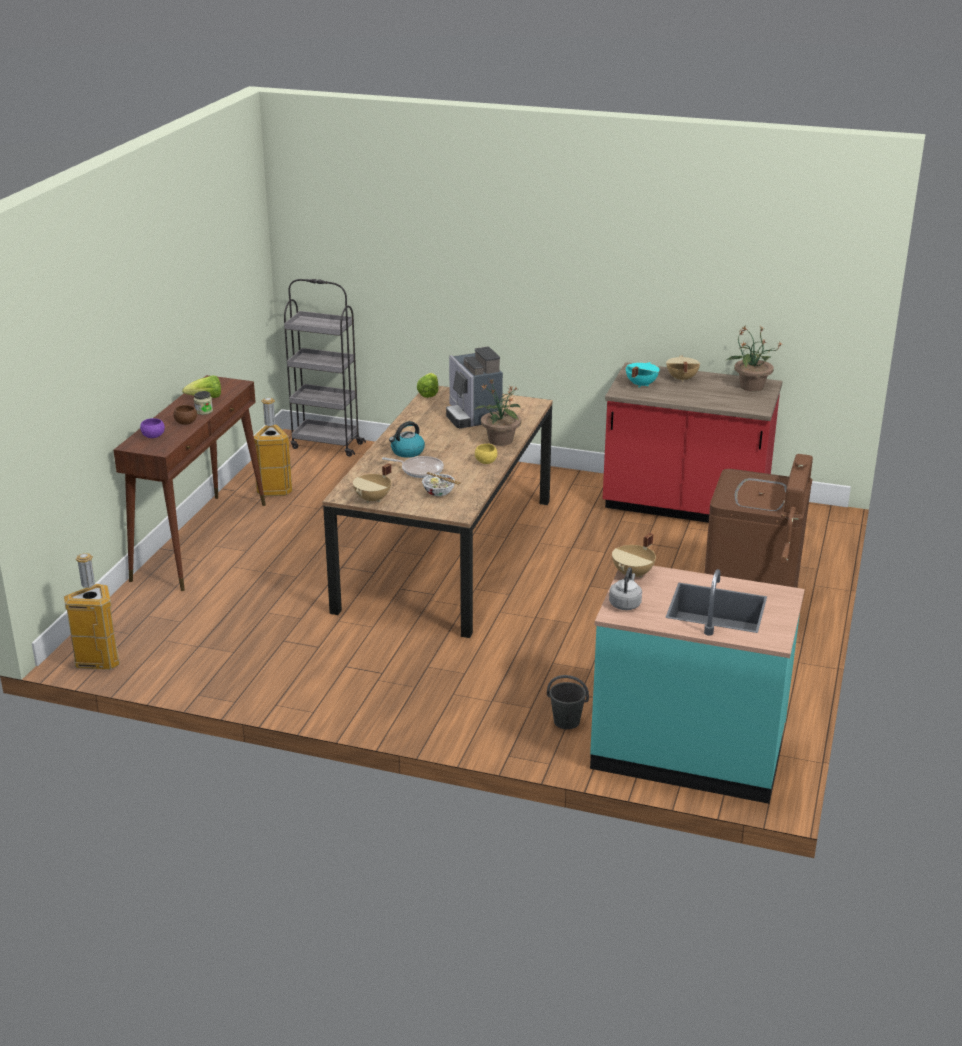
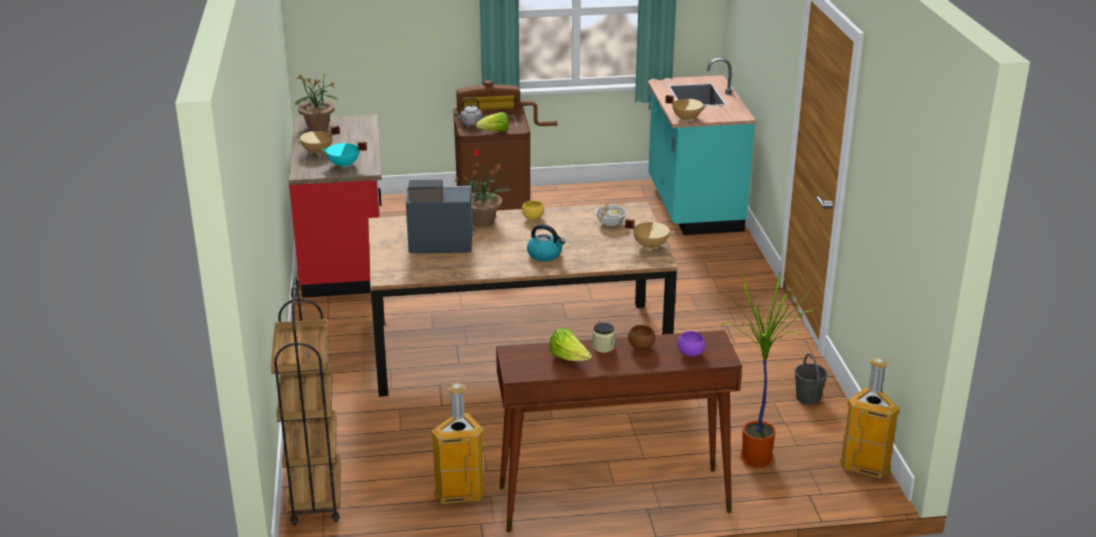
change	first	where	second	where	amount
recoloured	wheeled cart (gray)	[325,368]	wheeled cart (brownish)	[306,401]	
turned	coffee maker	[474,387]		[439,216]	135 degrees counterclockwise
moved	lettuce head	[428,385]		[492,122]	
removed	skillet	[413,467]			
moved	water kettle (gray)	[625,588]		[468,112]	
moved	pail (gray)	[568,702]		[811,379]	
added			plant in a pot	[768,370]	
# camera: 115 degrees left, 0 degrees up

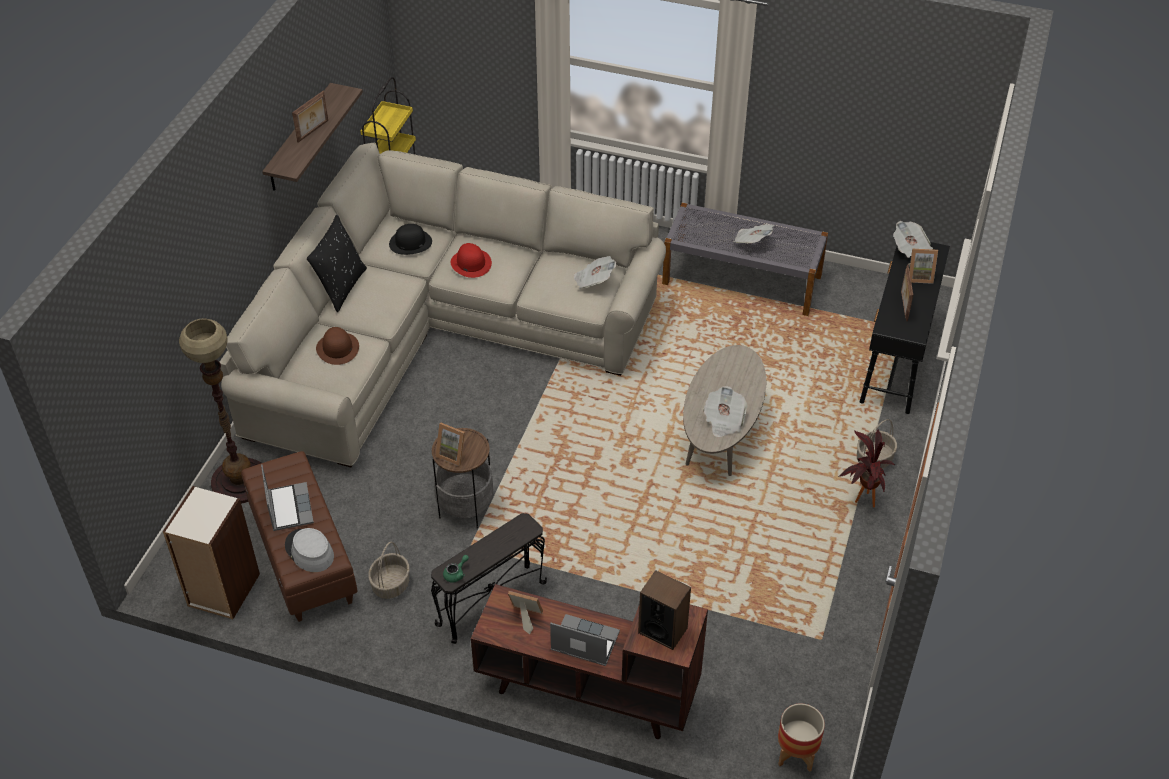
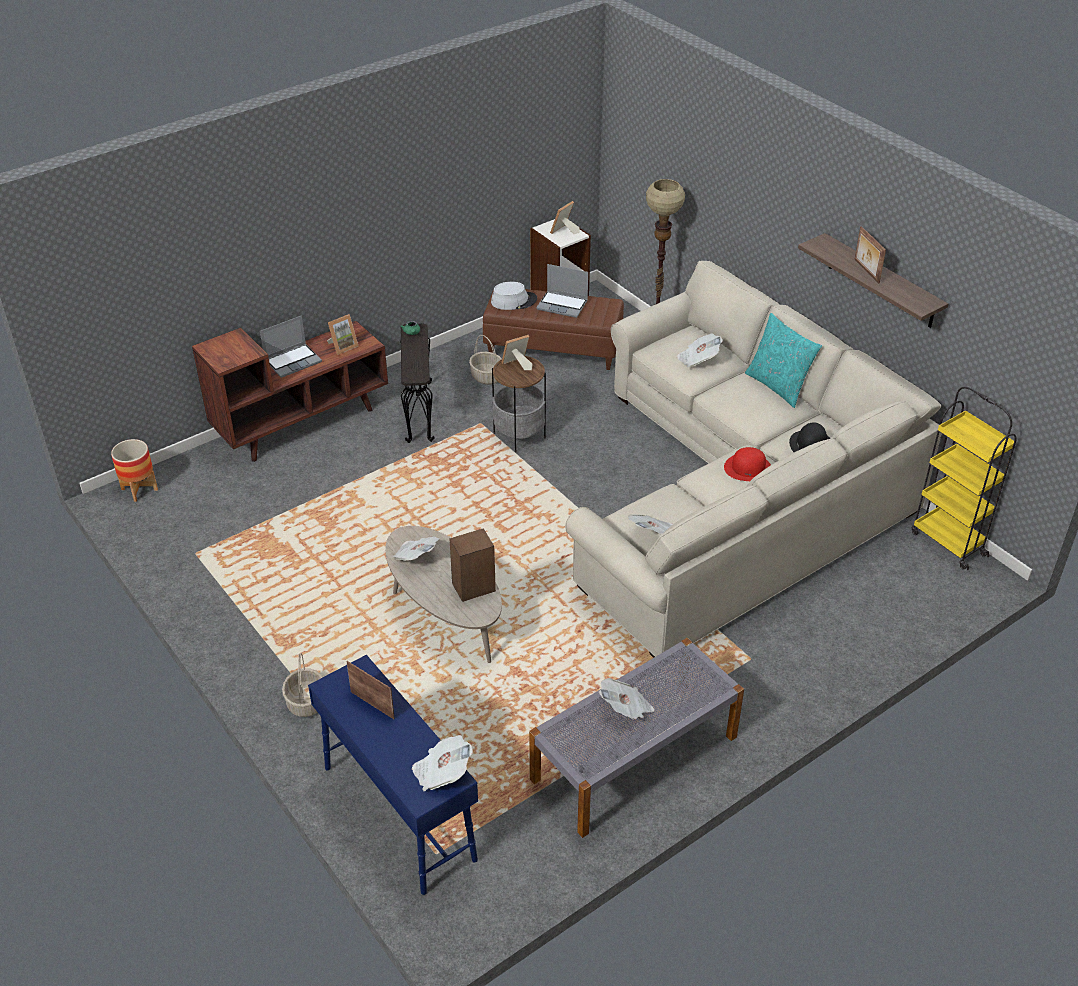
change	first	where	second	where	amount
recoloured	throw pillow (blackish)	[337,263]	throw pillow (turquoise)	[783,360]	
recoloured	narrow table (blackish)	[905,328]	narrow table (blue-coloured)	[393,775]	
moved	standing frame	[923,266]		[564,217]	
replaced	clothing hat (brownish)	[337,346]	daily paper	[700,350]	
removed	plant in a pot	[867,468]			
moved	audio speaker	[664,610]		[472,565]	
# camera: 125 degrees right, 5 degrees down

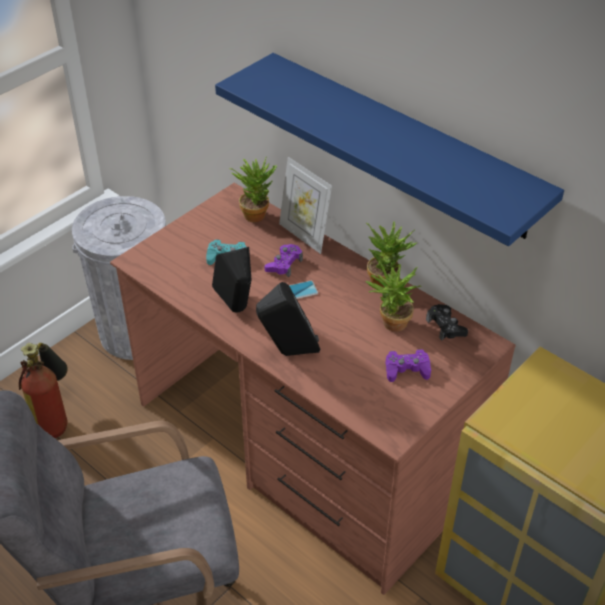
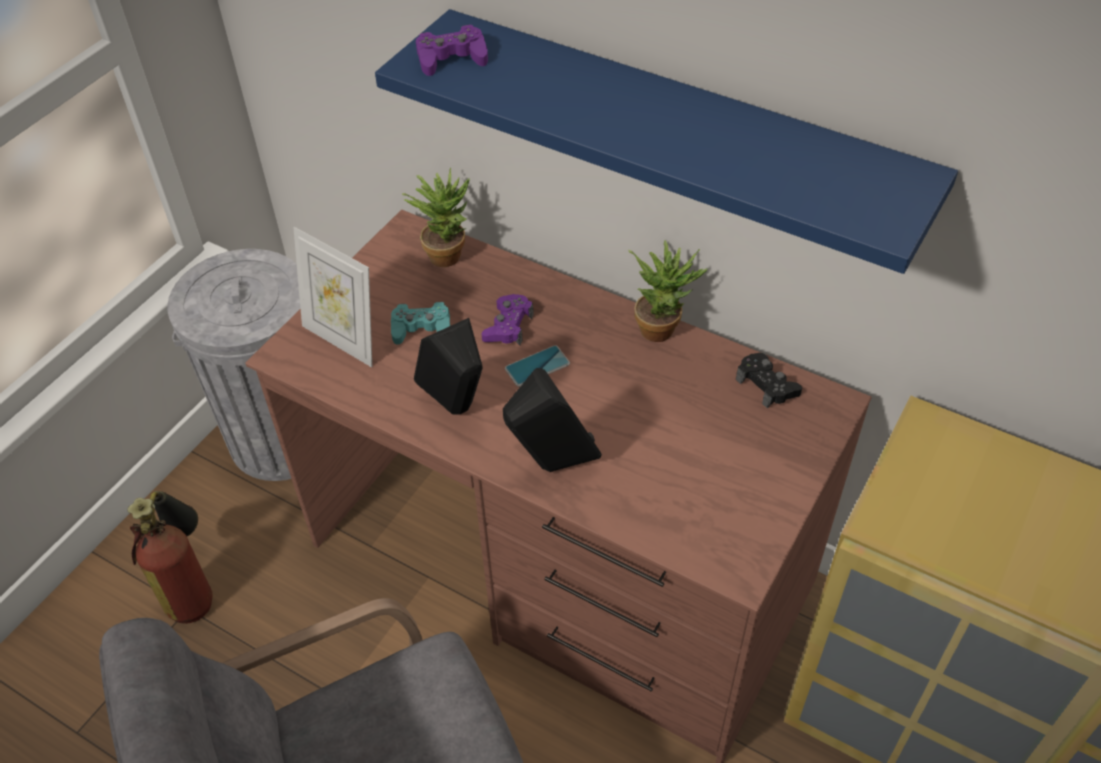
change	first	where	second	where	amount
moved	standing frame	[305,205]		[332,297]	
removed	plant in a pot	[394,296]			
moved	game controller (purple-coloured)	[408,365]		[452,50]	
# camera: 10 degrees left, 5 degrees up

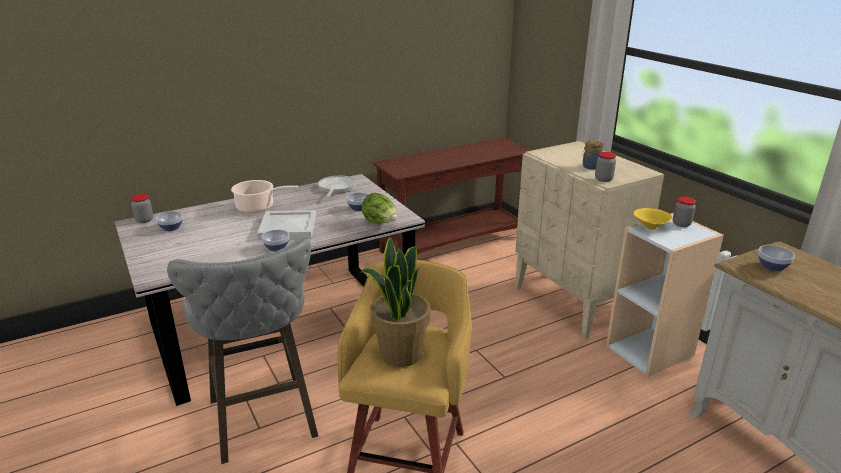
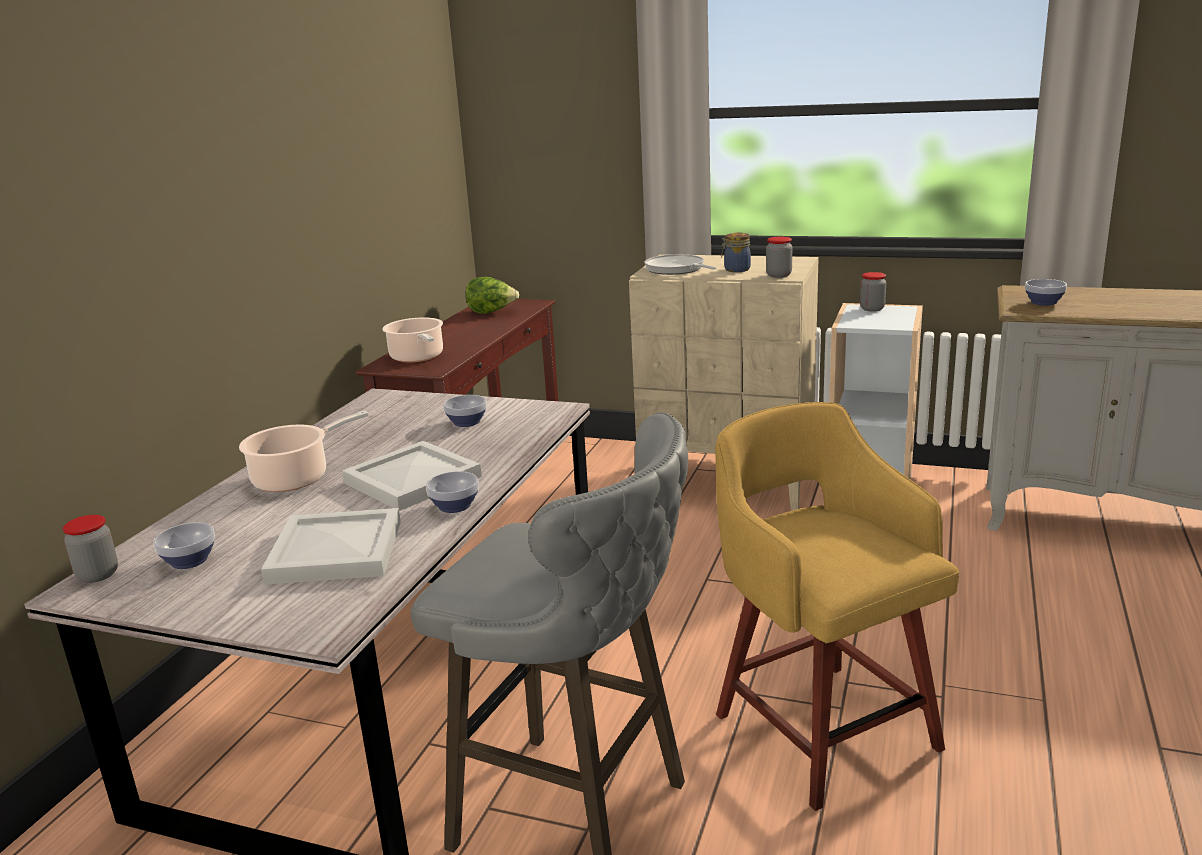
change	first	where	second	where	amount
moved	skillet	[337,187]		[680,264]	
moved	lettuce head	[379,208]		[492,295]	
removed	serving bowl (yellow)	[652,219]			
removed	plant in a pot	[395,302]			
added			saucepot	[412,339]	
added			serving tray (white-coloured)	[331,546]	
# camera: 40 degrees left, 5 degrees down

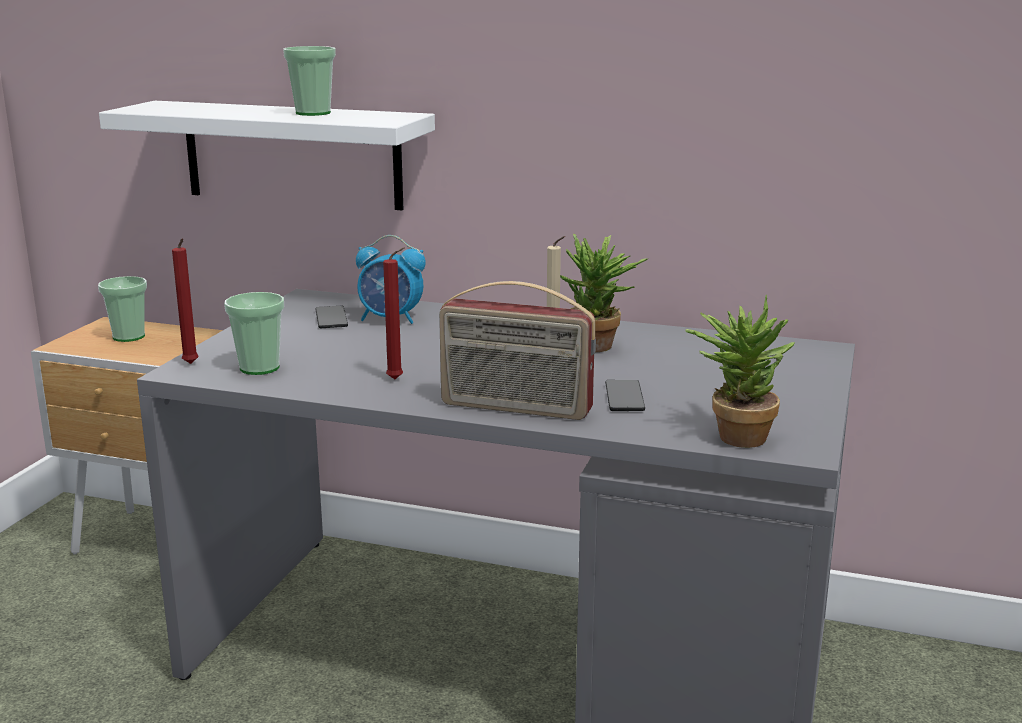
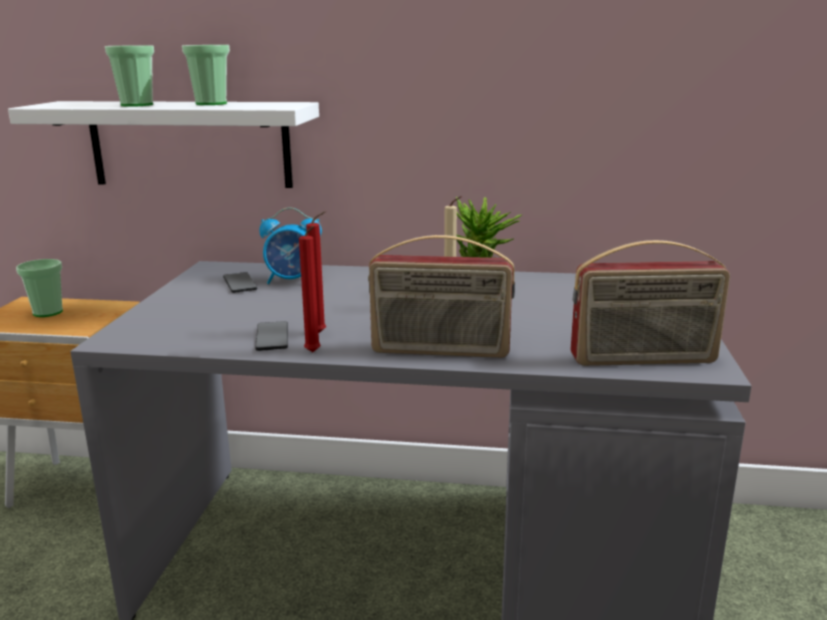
change	first	where	second	where	amount
moved	candle (red-coloured)	[185,301]		[310,289]	
moved	cup	[254,333]		[129,76]	
replaced	plant in a pot	[740,371]	radio receiver	[650,303]	
moved	handset	[625,395]		[271,336]	
# camera: 10 degrees left, 0 degrees up

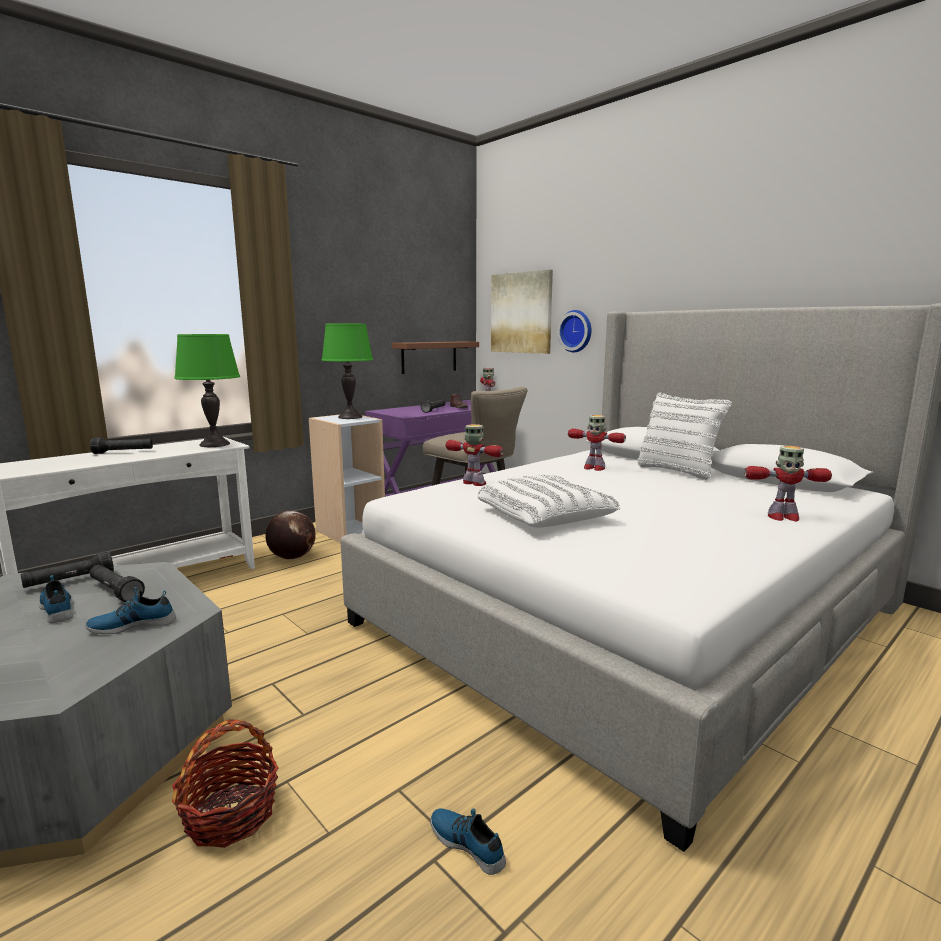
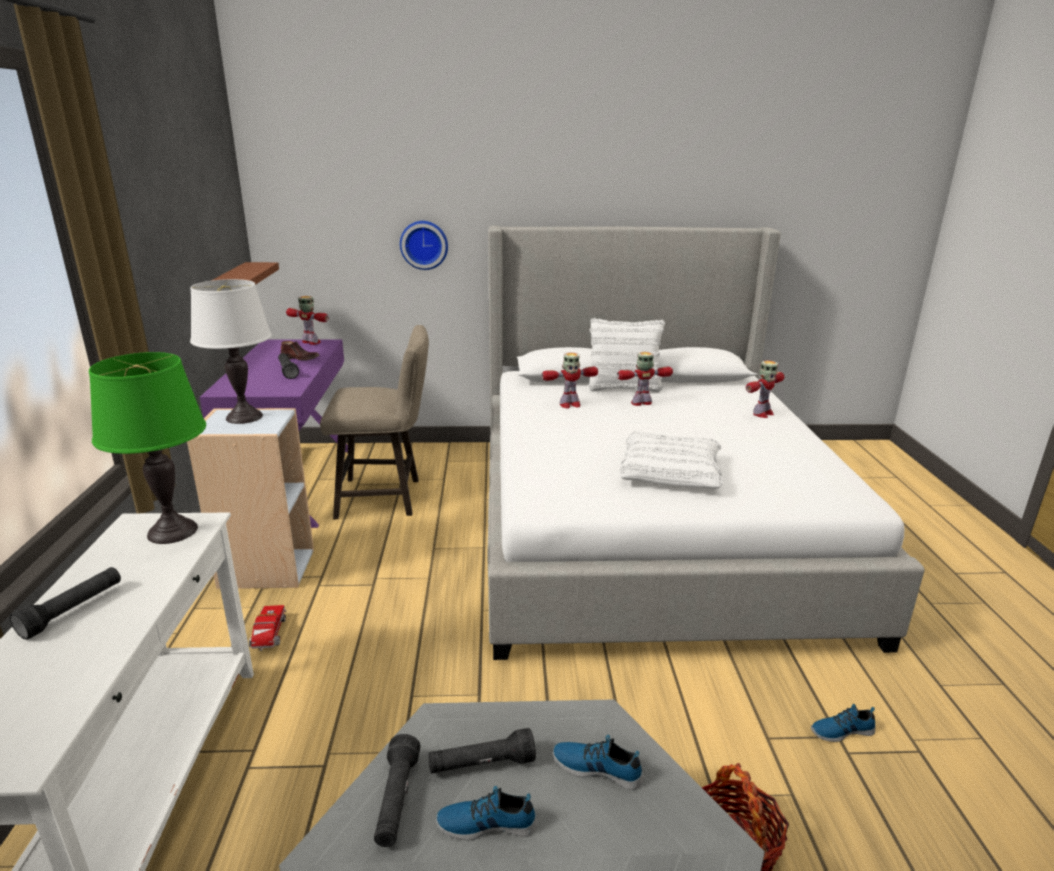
change	first	where	second	where	amount
removed	picture	[522,311]			
recoloured	lamp for a table (green)	[347,371]	lamp for a table (white-coloured)	[231,351]	
moved	robot figure	[474,455]		[645,379]	
replaced	world globe	[290,535]	model truck	[267,628]	
turned	low shoe	[131,610]		[598,762]	90 degrees clockwise
# camera: 50 degrees left, 10 degrees up

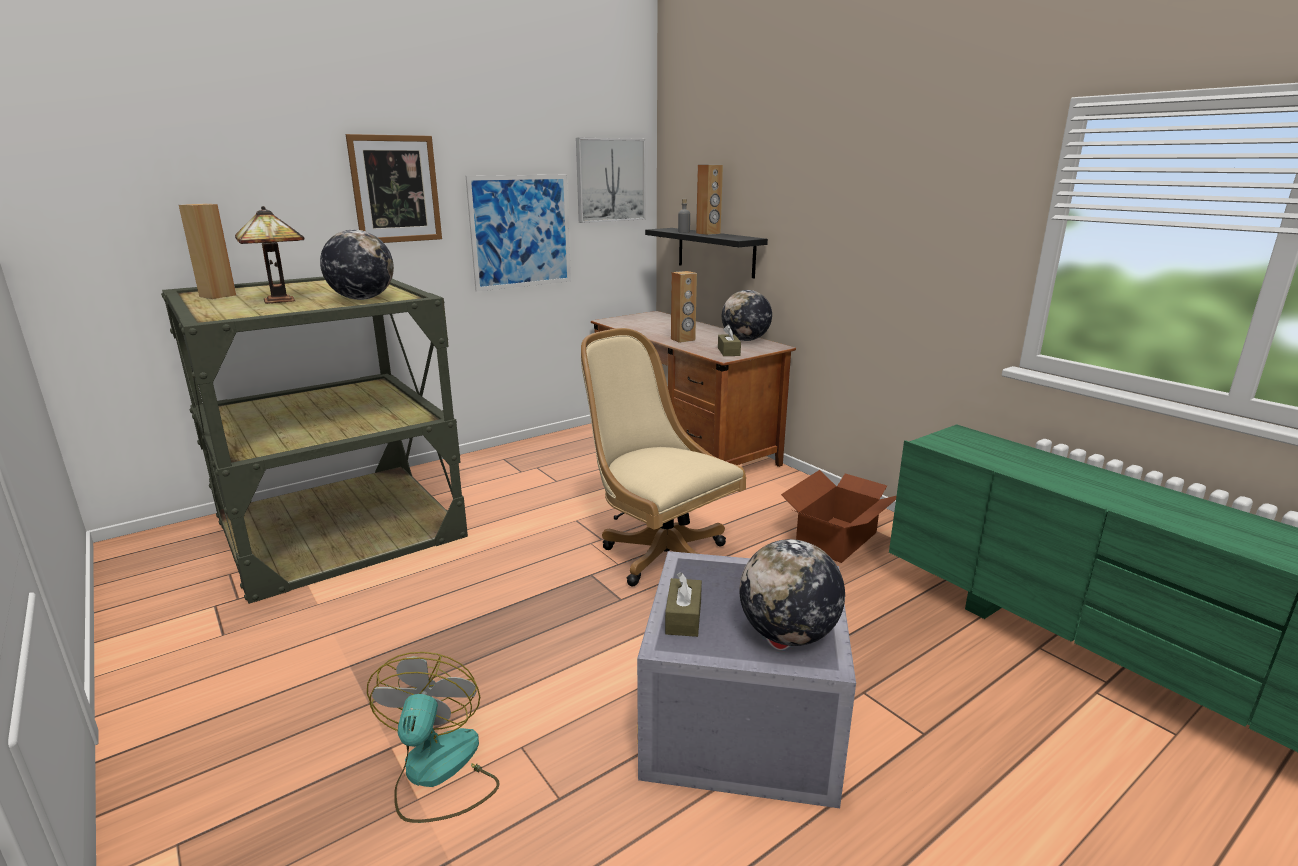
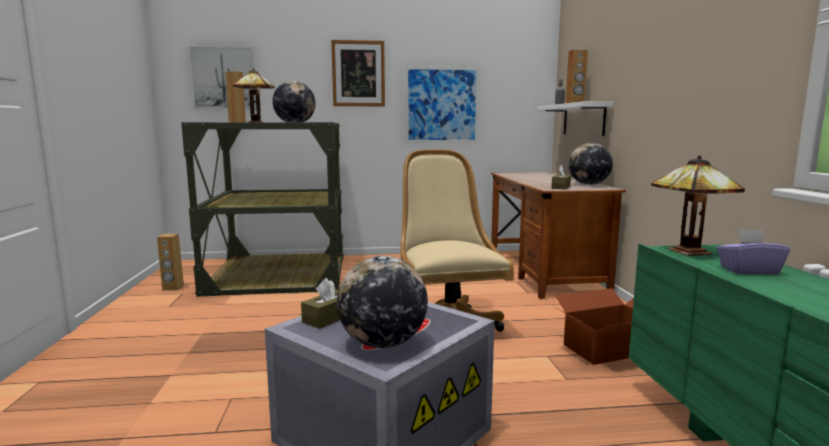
change	first	where	second	where	amount
moved	picture	[611,180]		[223,77]	
recoloured	wall shelf (blackish)	[706,253]	wall shelf (white-coloured)	[575,119]	
moved	audio speaker (brownish)	[684,307]		[170,262]	
removed	cooling fan	[433,737]			
added			lamp for a table	[698,205]	
added			box of tissues (purple-coloured)	[753,252]	
# camera: 30 degrees right, 10 degrees down

